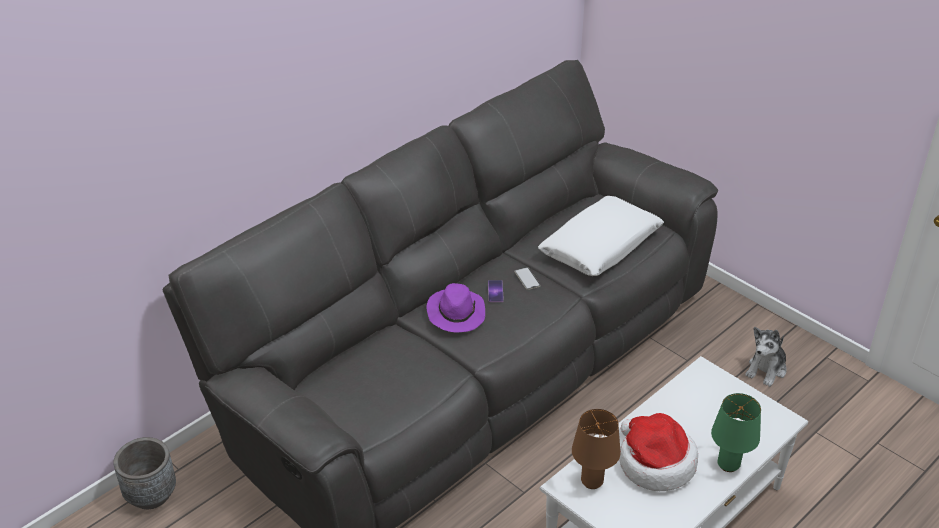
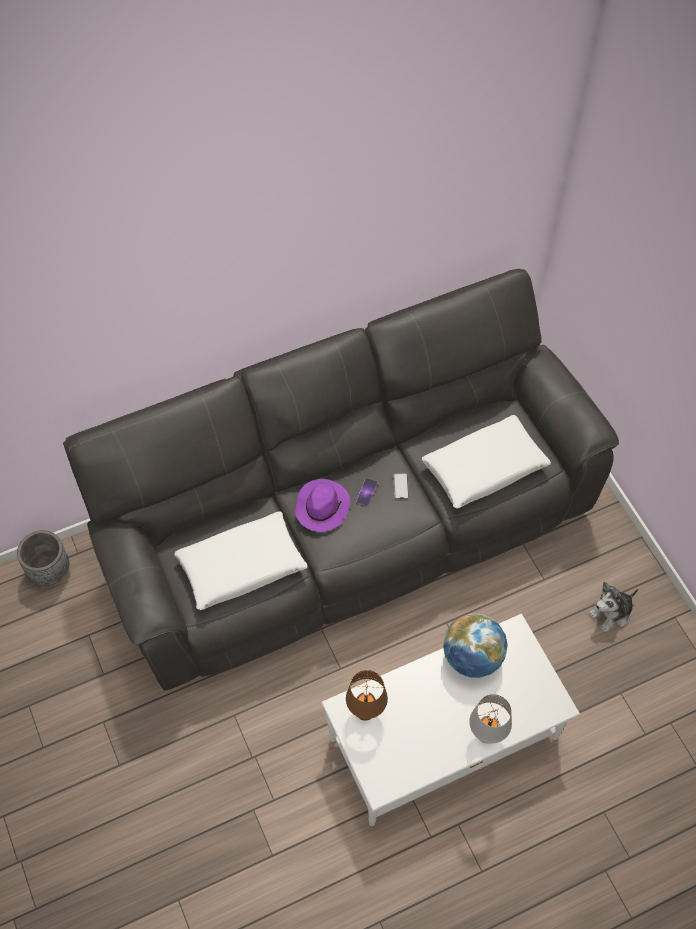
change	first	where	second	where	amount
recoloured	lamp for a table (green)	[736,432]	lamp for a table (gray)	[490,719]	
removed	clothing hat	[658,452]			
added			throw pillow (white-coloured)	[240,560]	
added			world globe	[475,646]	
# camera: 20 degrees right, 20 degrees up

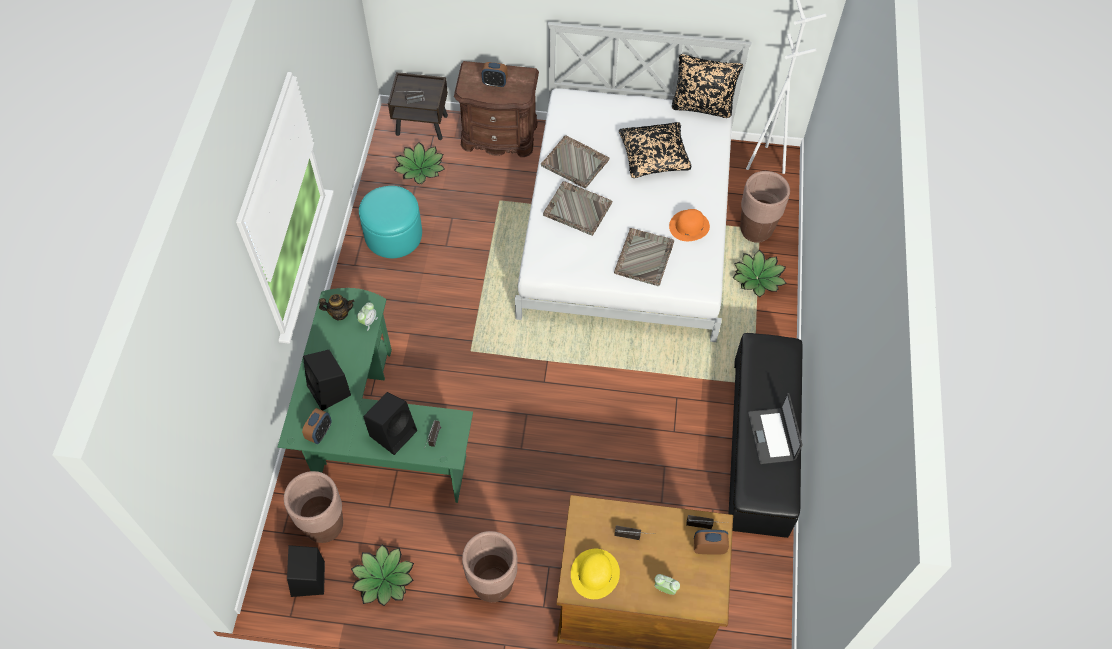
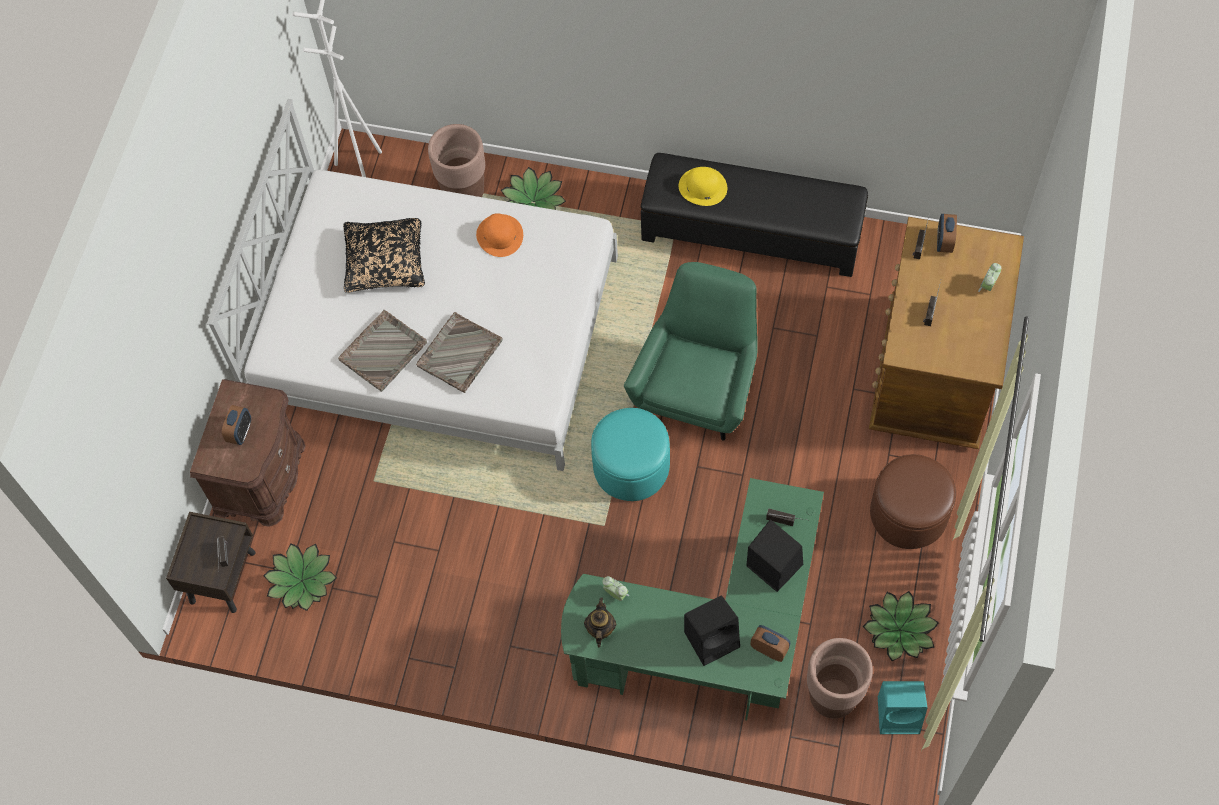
change	first	where	second	where	amount
removed	throw pillow (blackish)	[707,86]			
moved	footrest (turquoise)	[390,222]		[630,454]	
removed	serving tray (gray)	[644,257]			
removed	portable computer	[775,428]			
replaced	plant pot (brownish)	[490,566]	footrest (brownish)	[913,501]	
recoloured	audio speaker (blackish)	[306,571]	audio speaker (turquoise)	[903,707]	
moved	clothing hat (yellow)	[595,574]		[703,186]	
added			lounge chair (green)	[691,351]	
# camera: 80 degrees left, 5 degrees up

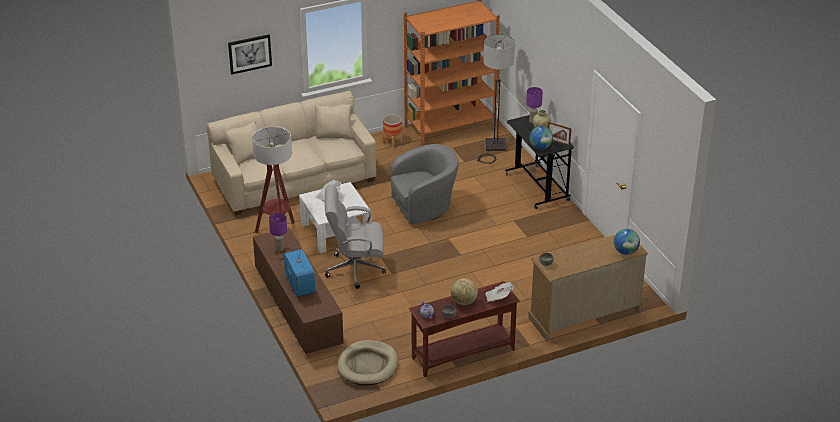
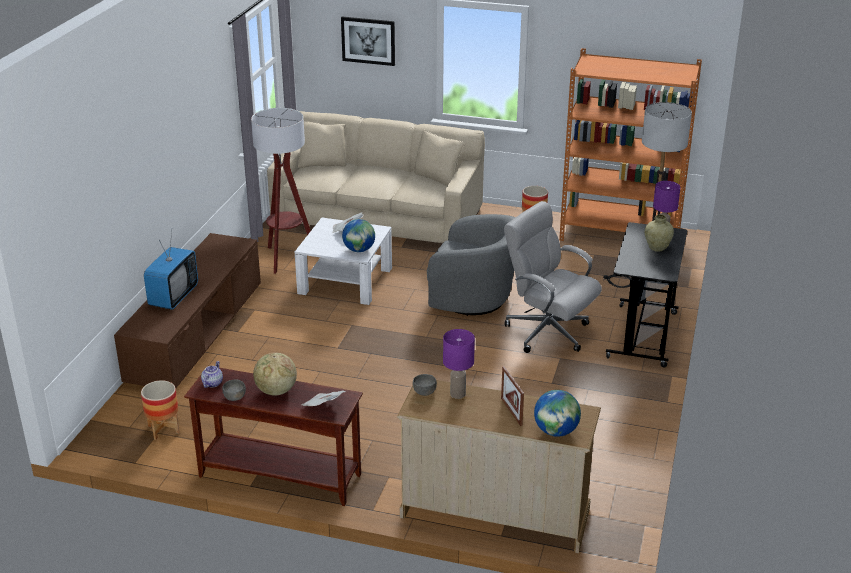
change	first	where	second	where	amount
moved	standing frame	[559,134]		[512,396]	
moved	world globe	[541,137]		[358,235]	
moved	desk chair (gray)	[355,237]		[553,277]	
moved	lamp for a table (purple-coloured)	[278,232]		[459,364]	
replaced	pet bed (beige)	[367,363]	plant pot	[160,410]	
# camera: 40 degrees right, 5 degrees down

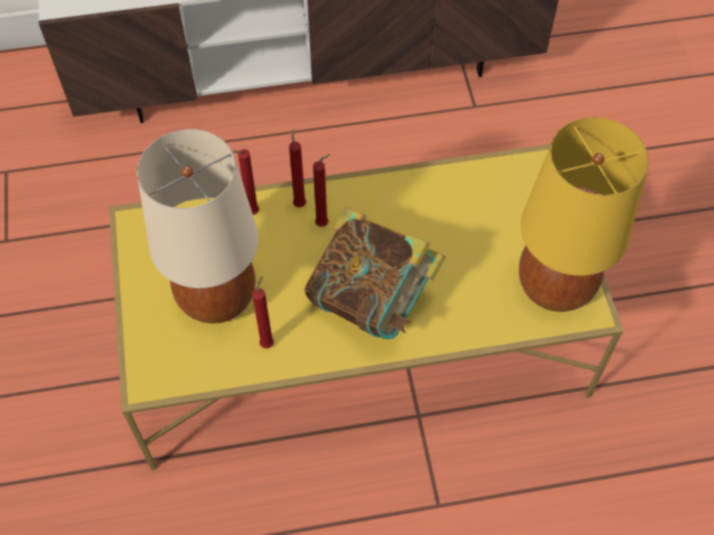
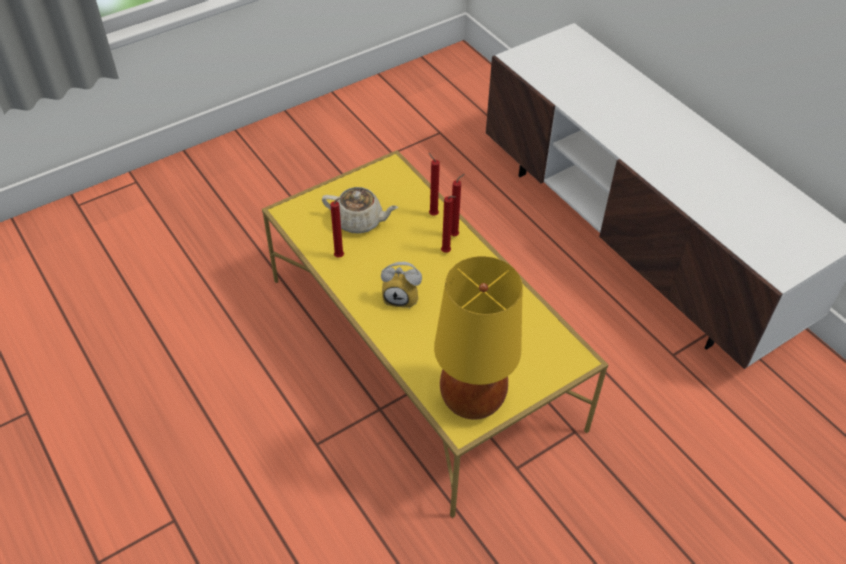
change	first	where	second	where	amount
replaced	lamp for a table (beige)	[197,226]	tea pot (beige)	[360,210]	
replaced	volume	[375,273]	table clock	[401,285]	
# camera: 65 degrees right, 10 degrees down

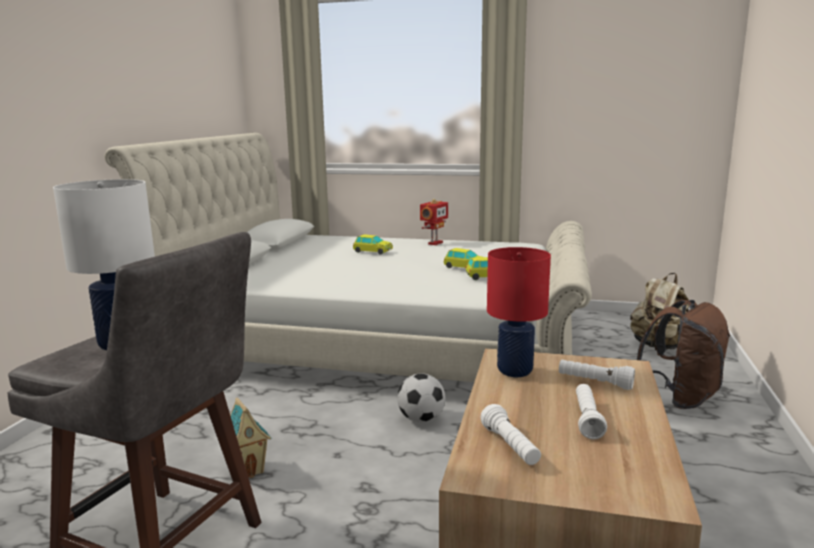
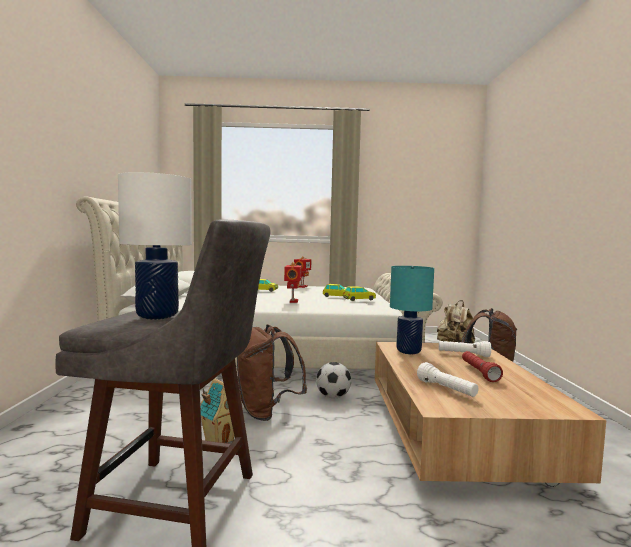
change	first	where	second	where	amount
recoloured	lamp for a table (red-coloured)	[519,312]	lamp for a table (turquoise)	[412,310]	
recoloured	flashlight (white-coloured)	[591,411]	flashlight (red-coloured)	[482,366]	
added			robot figure	[293,282]	
added			knapsack (brownish)	[272,373]	
# camera: 15 degrees left, 10 degrees down

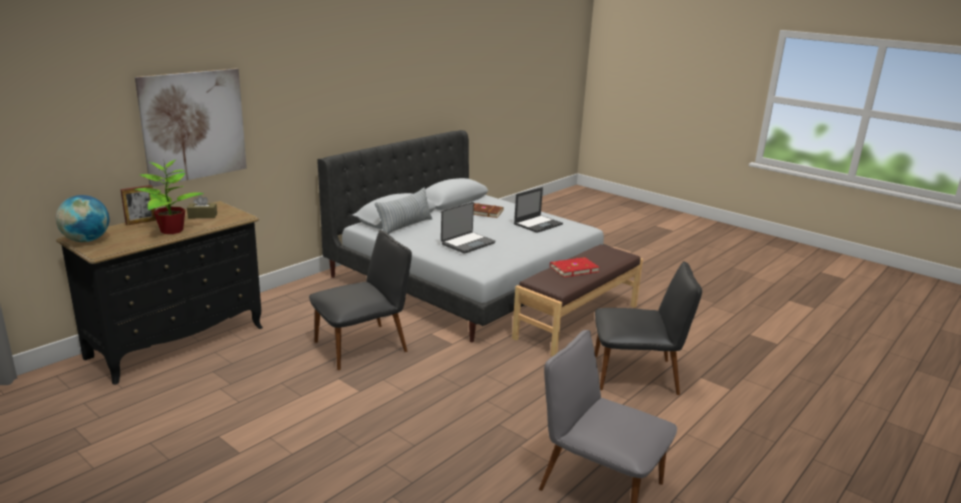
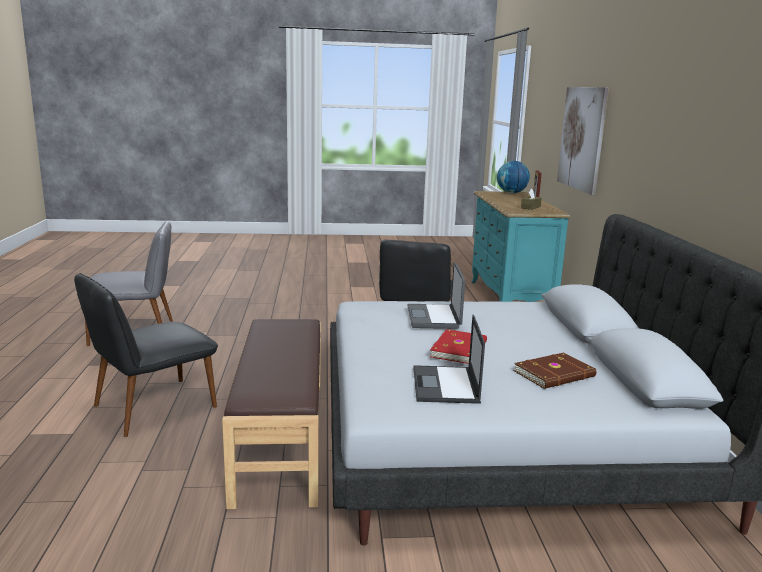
change	first	where	second	where	amount
removed	plant in a pot	[169,196]			
removed	throw pillow	[403,210]			
recoloured	chest of drawers (blackish)	[159,293]	chest of drawers (turquoise)	[520,246]	
moved	volume (red-coloured)	[575,267]		[458,346]	
# camera: 135 degrees right, 5 degrees down

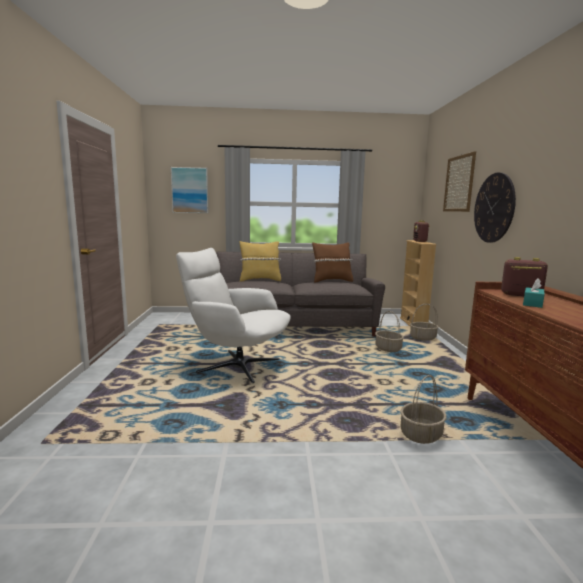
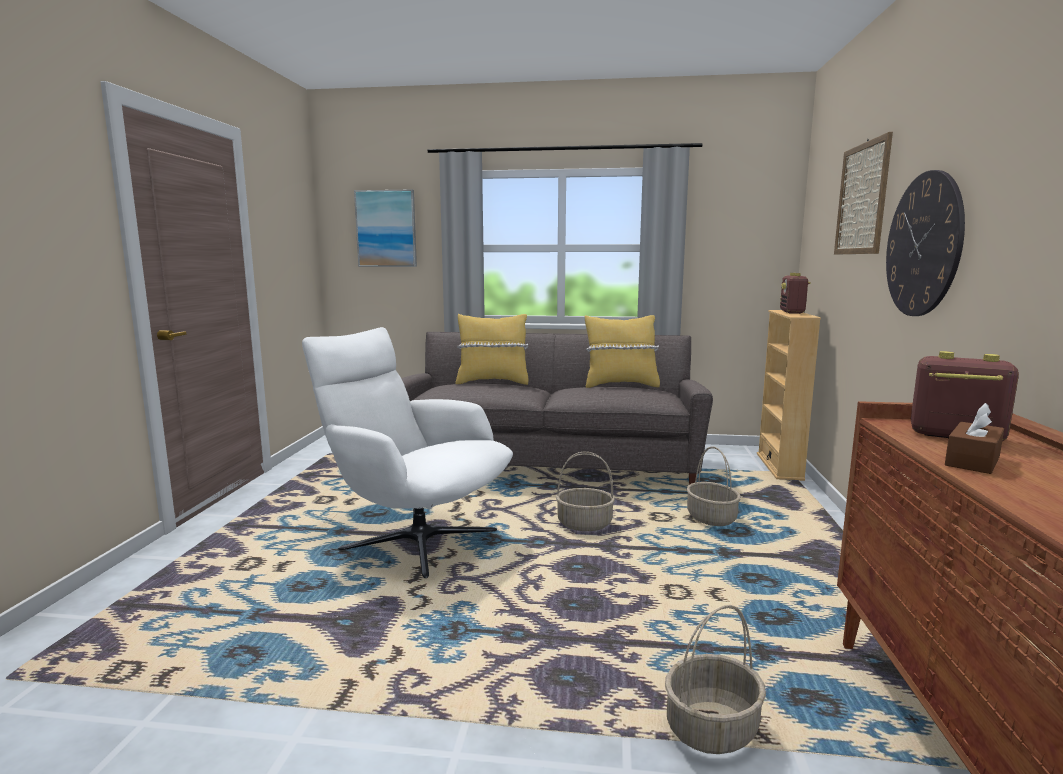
change	first	where	second	where	amount
recoloured	throw pillow (brownish)	[332,262]	throw pillow (yellow)	[622,351]	
recoloured	box of tissues (turquoise)	[534,293]	box of tissues (brownish)	[974,438]	
moved	basket	[424,322]		[585,491]	
# camera: 10 degrees right, 0 degrees up

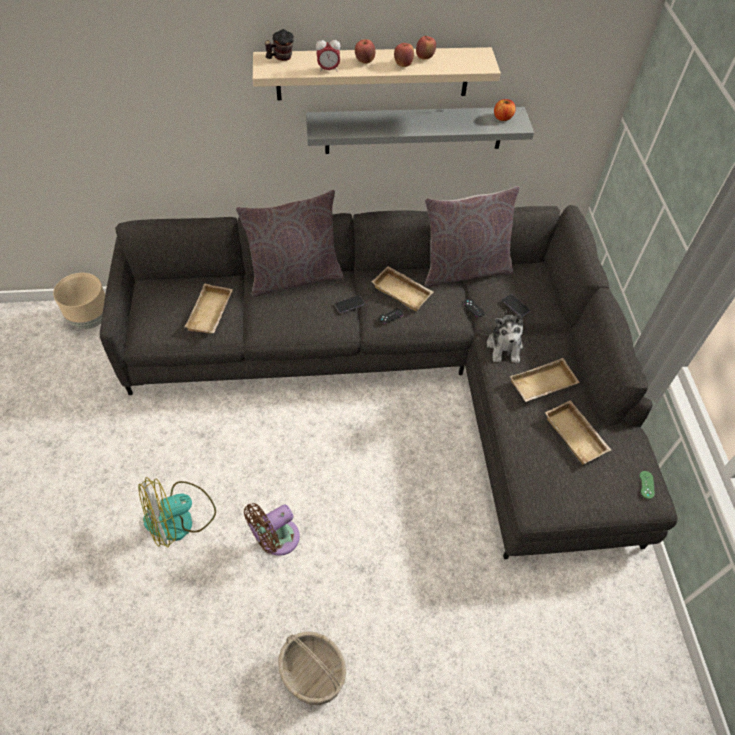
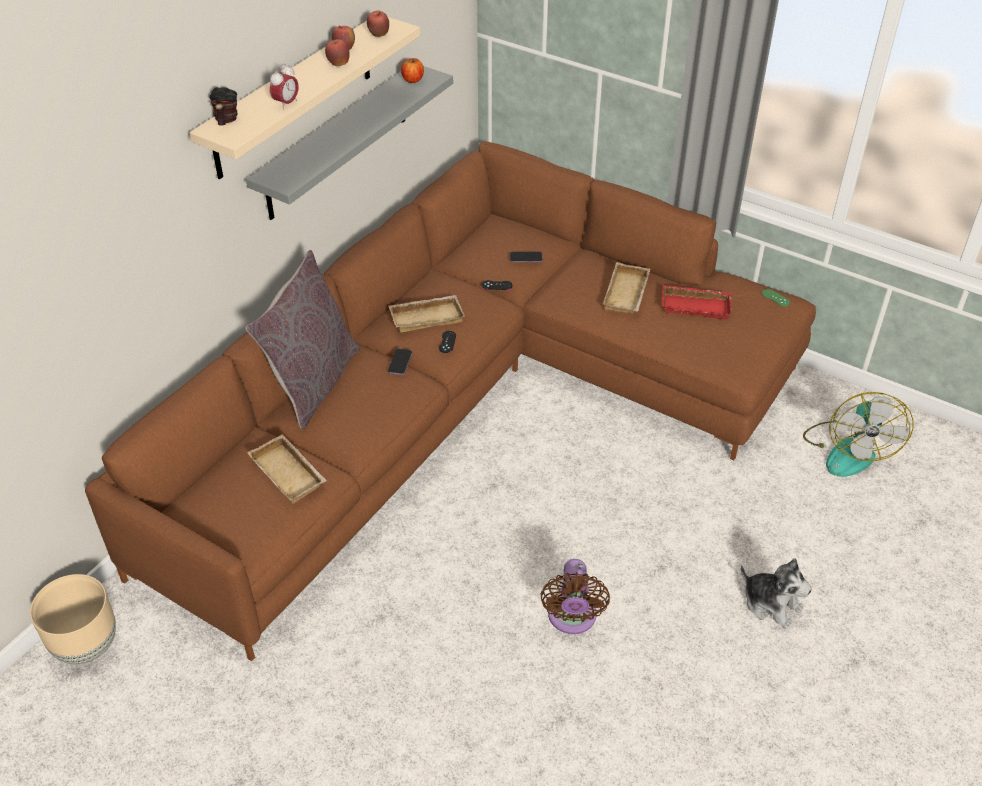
change	first	where	second	where	amount
moved	apple	[365,51]		[378,23]	
removed	throw pillow (gray)	[472,236]			
recoloured	settee (gray)	[389,382]	settee (brownish)	[450,401]	
moved	soft toy	[505,336]		[776,593]	
recoloured	serving tray (beige)	[578,432]	serving tray (red-coloured)	[696,302]	
moved	cooling fan	[177,512]		[858,434]	
removed	basket	[312,668]			
# camera: 50 degrees left, 10 degrees down

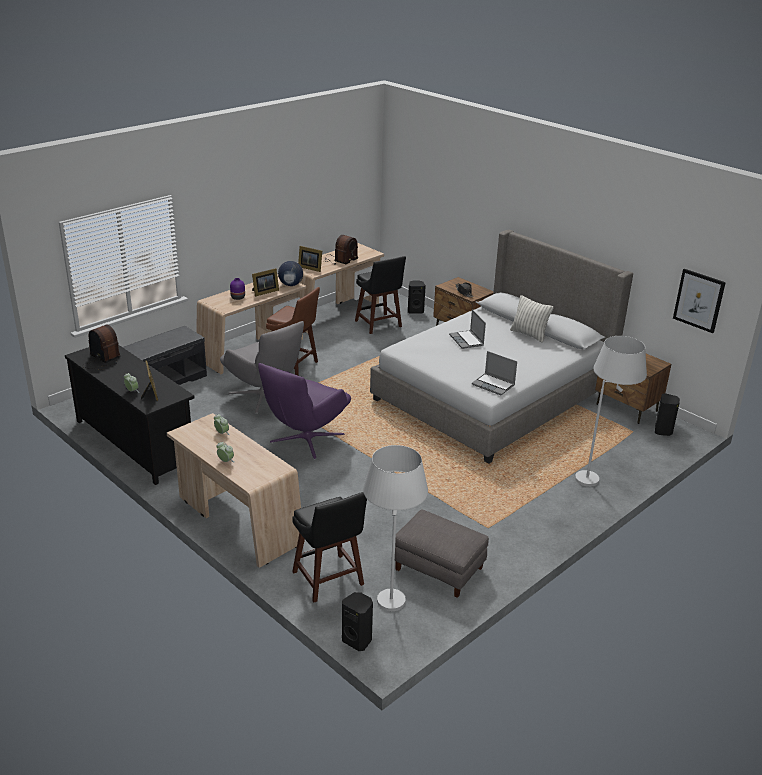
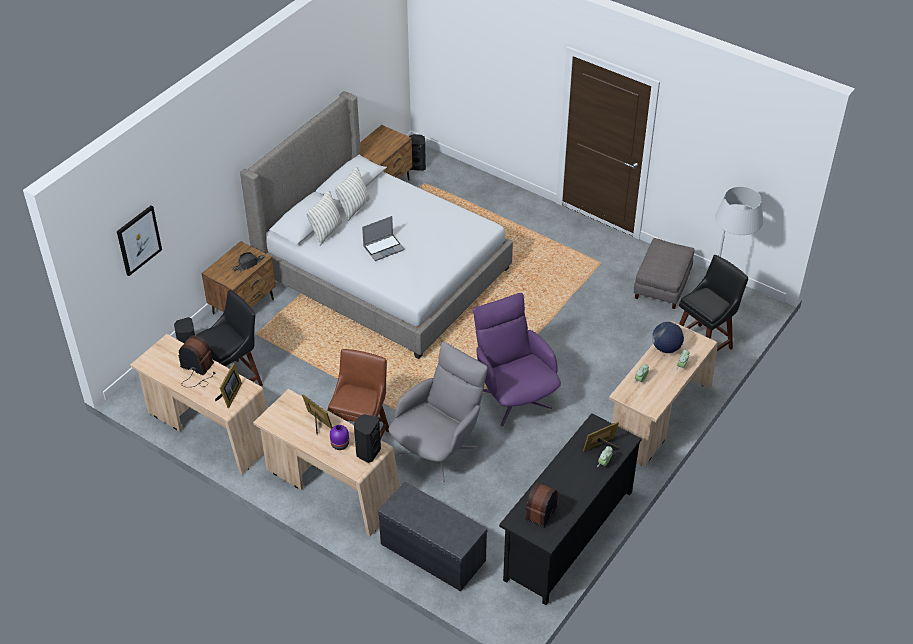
change	first	where	second	where	amount
moved	world globe	[290,273]		[668,337]	
moved	picture	[699,301]		[139,240]	
removed	standing lamp (white-coloured)	[611,411]			
removed	portable computer	[494,373]			
turned	lounge chair (purple-coloured)	[304,411]		[517,360]	135 degrees counterclockwise
moved	audio speaker (blackish)	[357,621]		[367,438]	
added			throw pillow	[324,218]	
# camera: 100 degrees left, 15 degrees up

